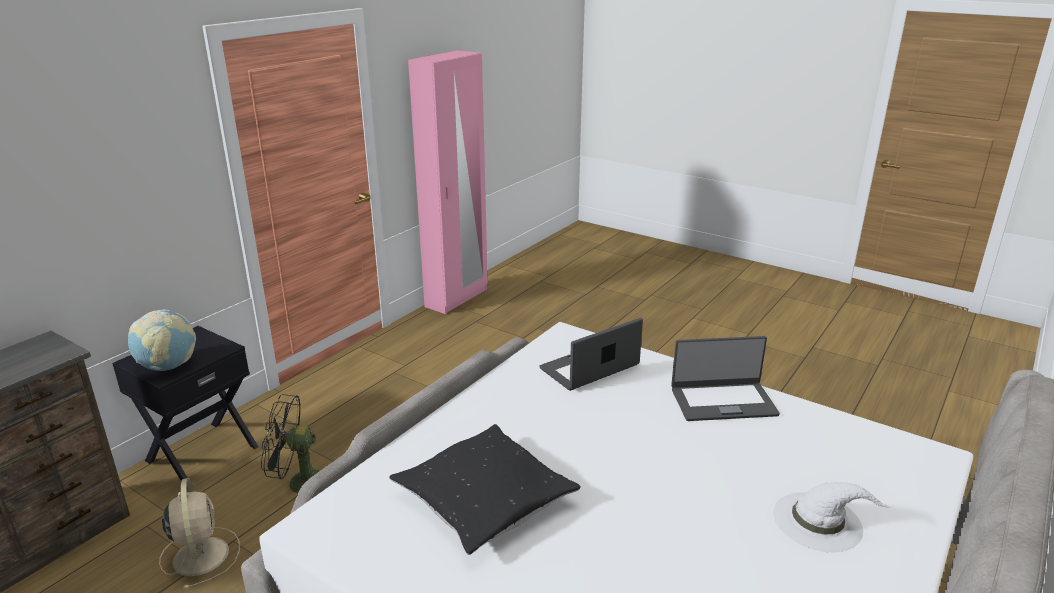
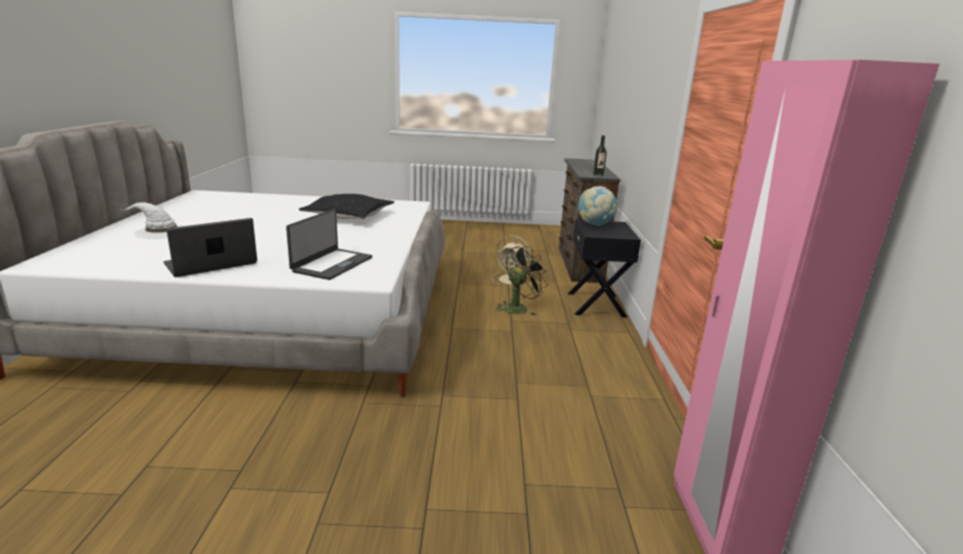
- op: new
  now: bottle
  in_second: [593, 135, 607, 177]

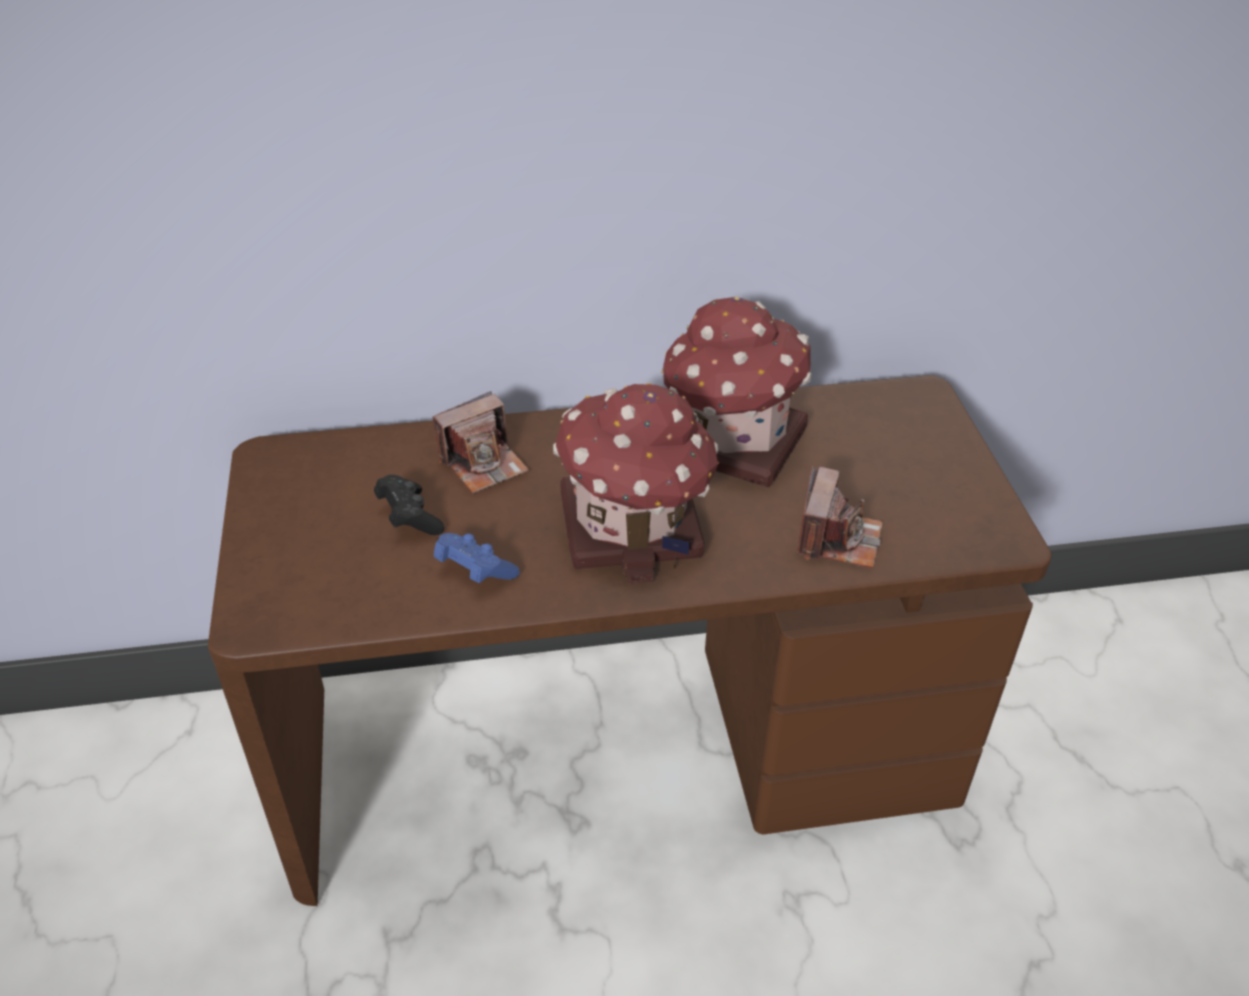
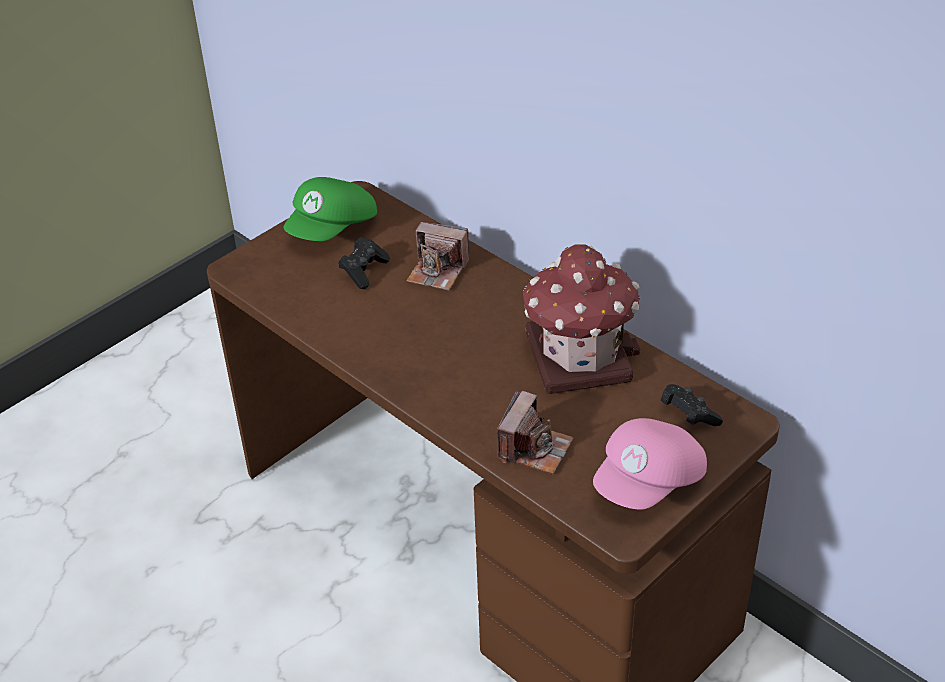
- op: gone
  was: game controller in blue
  in_first: [434, 533, 520, 583]
- op: gone
  was: toy house
  in_first: [553, 383, 719, 584]
- op: new
  now: cap in green
  in_second: [283, 177, 377, 241]
- op: new
  now: cap in pink
  in_second: [593, 418, 707, 510]
- op: new
  now: game controller in black
  in_second: [661, 384, 723, 426]
- op: rotated
  was: photo camera
  in_first: [797, 466, 883, 568]
  in_second: [497, 390, 574, 474]
  clockwise: -45

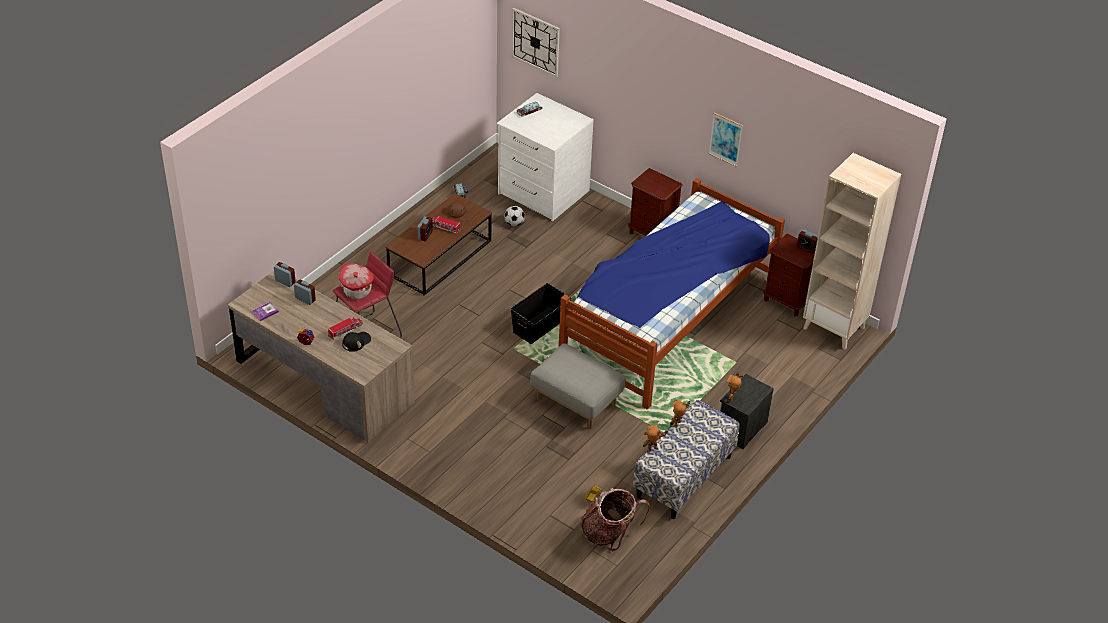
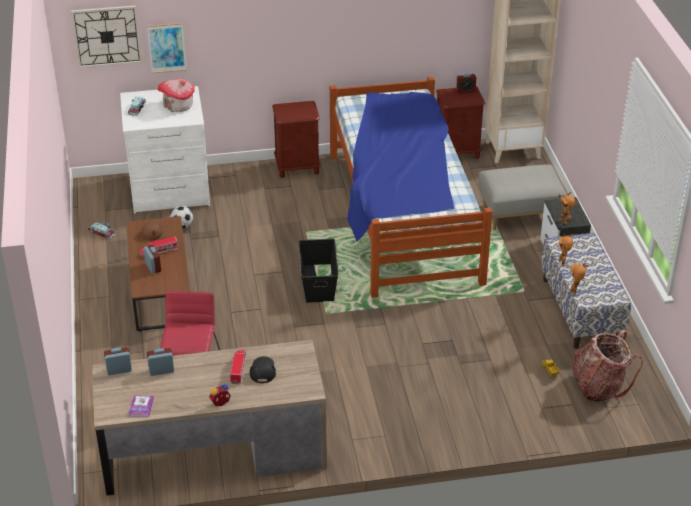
- op: shifted
  was: toy house
  in_first: [338, 263, 374, 299]
  in_second: [157, 78, 194, 112]
- op: shifted
  was: ottoman in grey
  in_first: [530, 343, 625, 429]
  in_second: [478, 164, 566, 230]
- op: shifted
  was: picture
  in_first: [709, 113, 743, 167]
  in_second: [147, 23, 187, 73]

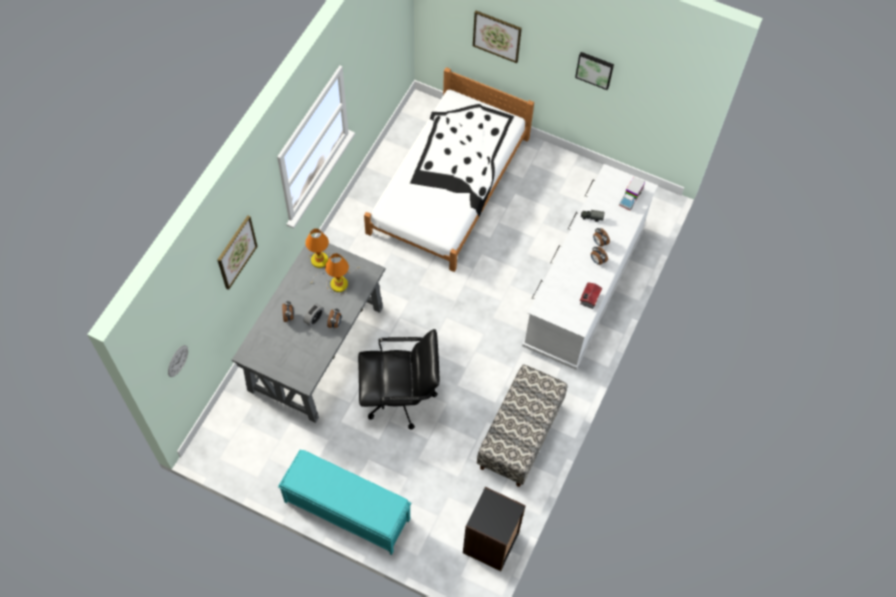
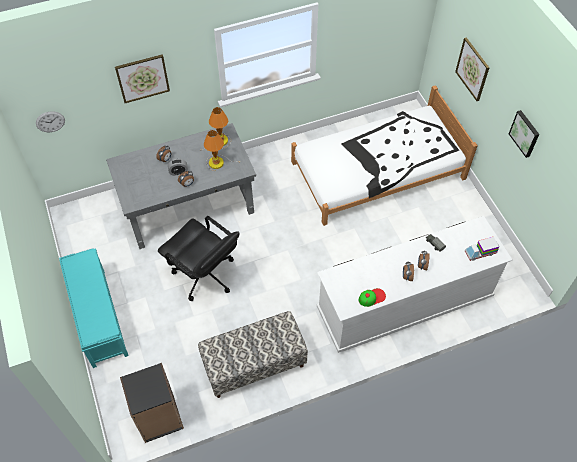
- op: swapped
  was: toy house
  now: cap
  in_first: [580, 282, 602, 309]
  in_second: [359, 288, 386, 307]

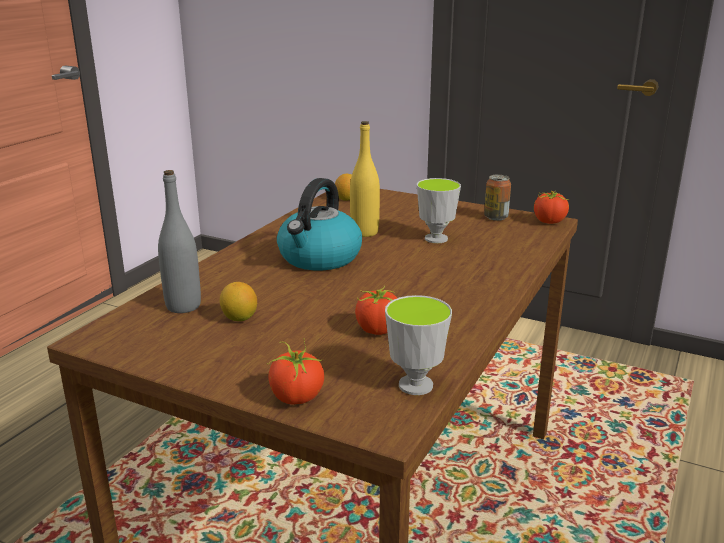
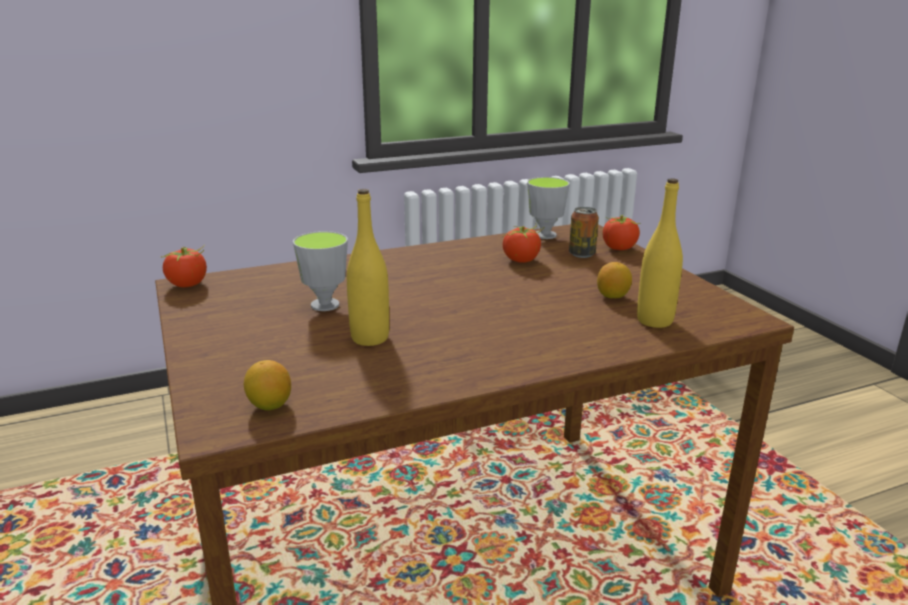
- op: gone
  was: kettle
  in_first: [277, 178, 362, 270]
- op: shifted
  was: can
  in_first: [484, 175, 511, 221]
  in_second: [569, 207, 599, 258]
- op: repainted
  was: bottle in grey
  now: bottle in yellow
  in_first: [158, 170, 201, 313]
  in_second: [637, 178, 683, 328]

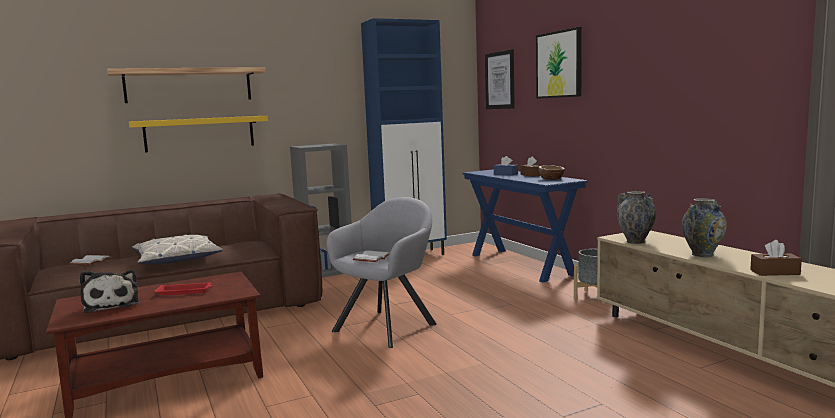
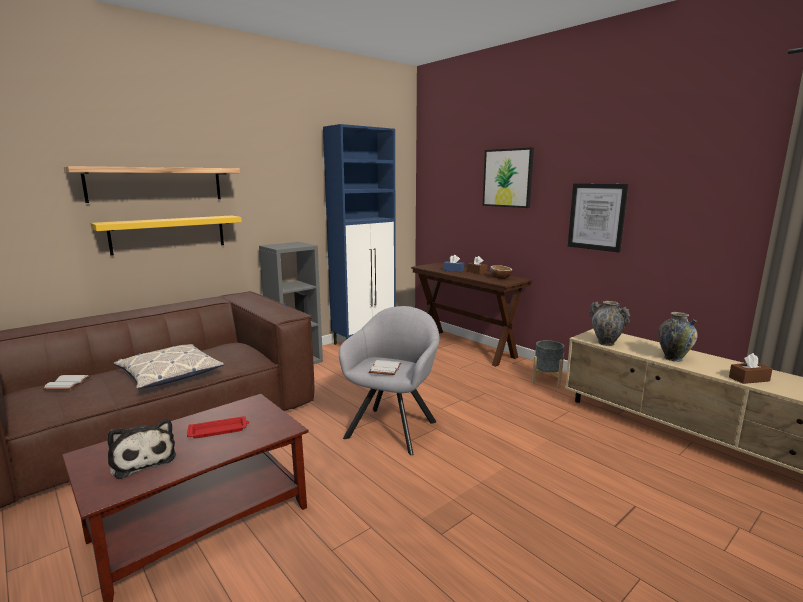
- op: shifted
  was: picture
  in_first: [485, 49, 515, 109]
  in_second: [568, 183, 628, 252]
- op: repainted
  was: console table in blue
  now: console table in brown
  in_first: [463, 169, 588, 283]
  in_second: [411, 263, 533, 367]

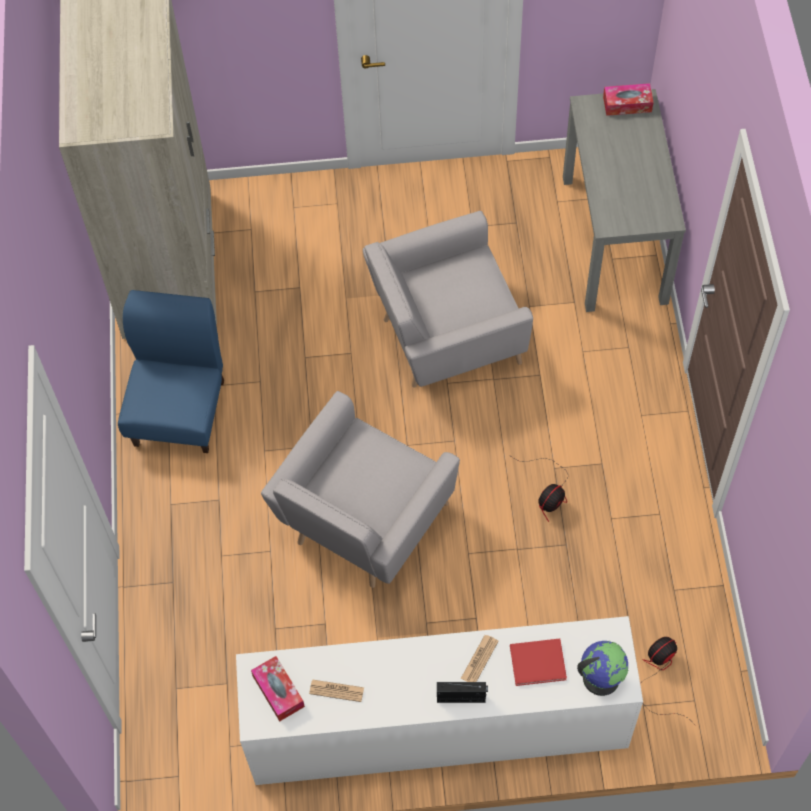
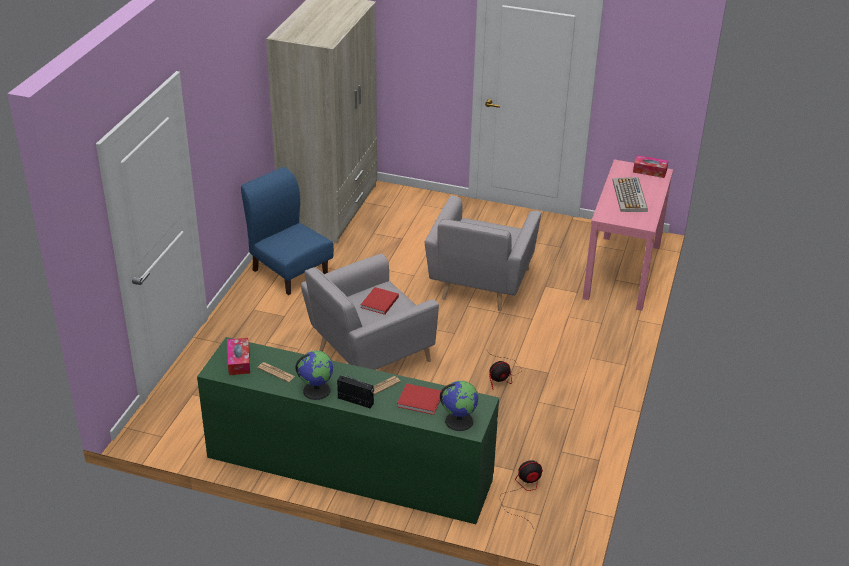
- op: new
  now: globe
  in_second: [295, 350, 333, 400]
- op: new
  now: book in red
  in_second: [361, 287, 399, 315]
- op: new
  now: keyboard
  in_second: [612, 177, 648, 212]
- op: repainted
  was: dresser in white
  now: dresser in green
  in_first: [236, 616, 643, 785]
  in_second: [197, 337, 499, 524]
- op: repainted
  was: console table in grey
  now: console table in pink
  in_first: [563, 89, 686, 312]
  in_second: [583, 160, 673, 311]
- op: rotated
  was: chair in blue
  in_first: [118, 290, 224, 453]
  in_second: [241, 167, 334, 295]
  clockwise: -75
- op: rotated
  was: armchair in grey
  in_first: [363, 211, 533, 388]
  in_second: [424, 196, 542, 311]
  clockwise: -75

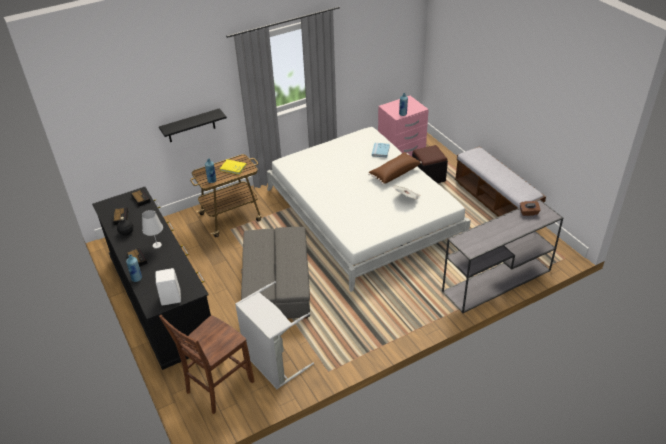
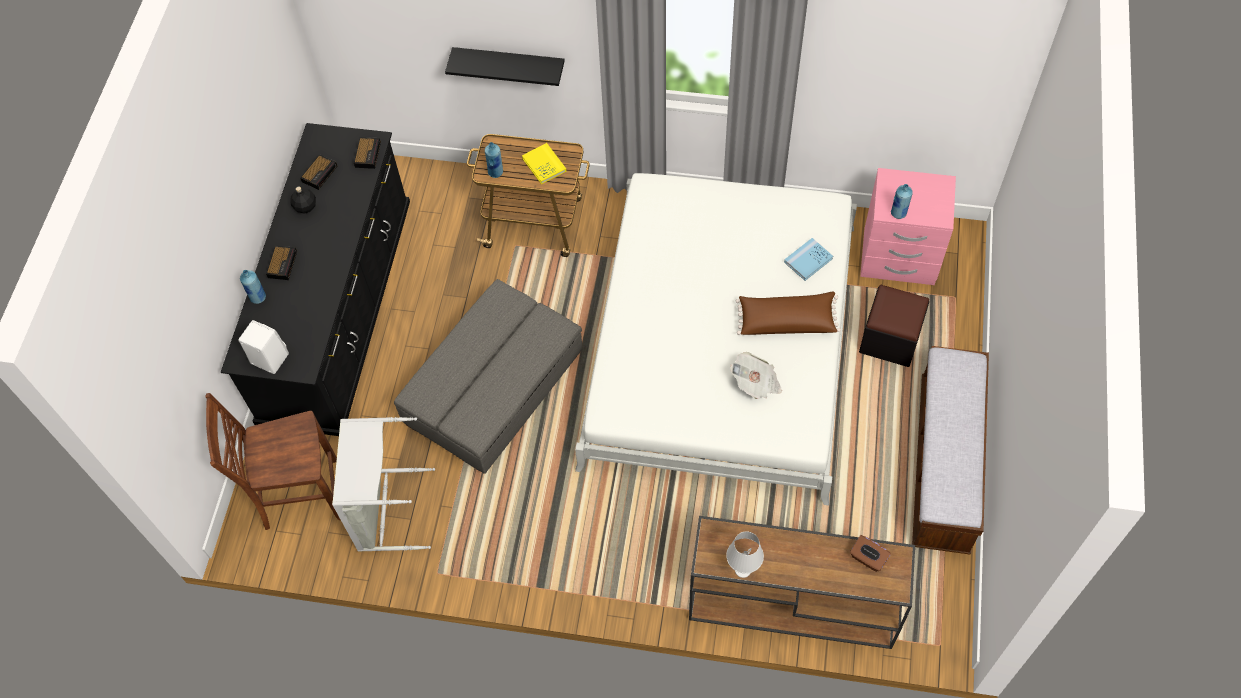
- op: shifted
  was: table lamp in white
  in_first: [142, 210, 163, 249]
  in_second: [726, 531, 764, 578]
- op: repainted
  was: console table in grey
  now: console table in brown
  in_first: [442, 199, 563, 313]
  in_second: [689, 516, 915, 649]

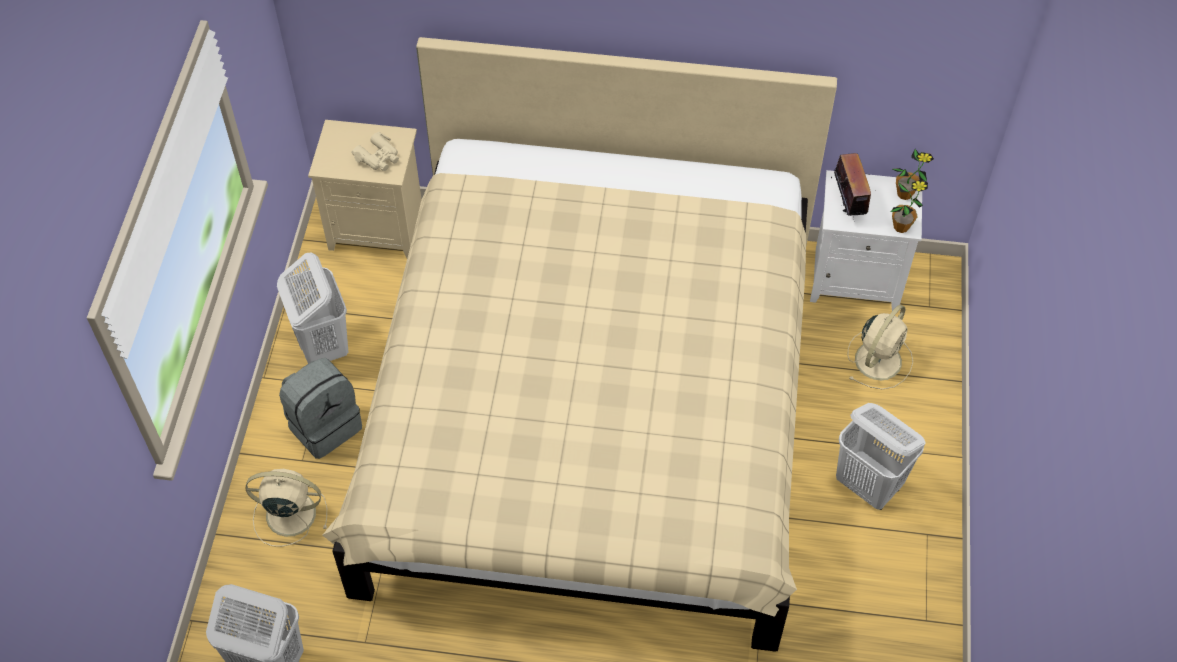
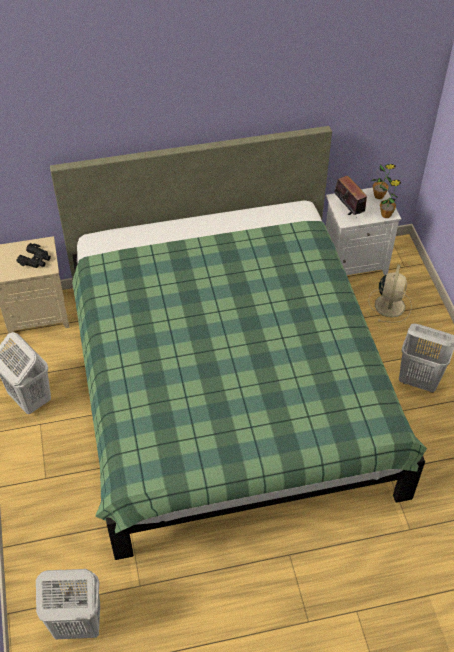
- op: gone
  was: fan in beige
  in_first: [246, 469, 327, 547]
- op: gone
  was: backpack in grey
  in_first: [279, 358, 362, 459]
- op: repainted
  was: bed in beige
  now: bed in green
  in_first: [322, 37, 837, 652]
  in_second: [50, 126, 427, 560]
- op: repainted
  was: binoculars in beige
  now: binoculars in black
  in_first: [351, 132, 399, 171]
  in_second: [16, 243, 51, 268]

